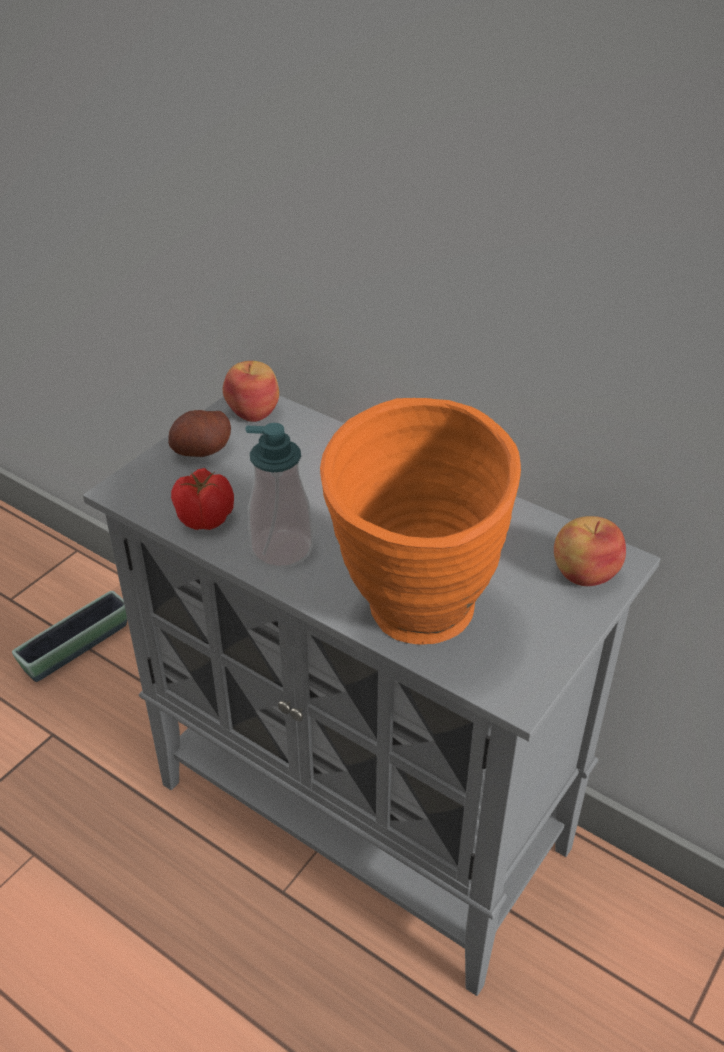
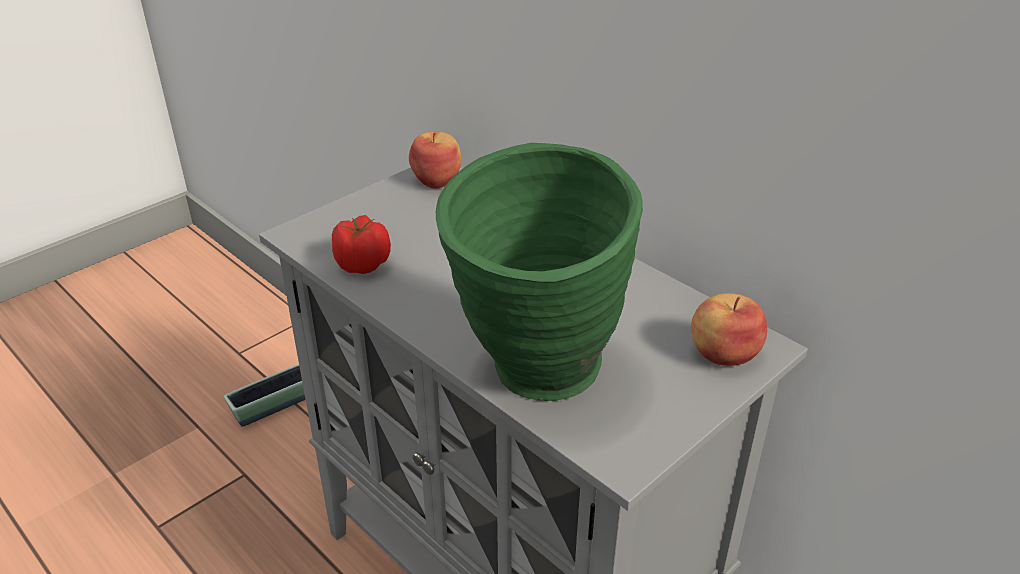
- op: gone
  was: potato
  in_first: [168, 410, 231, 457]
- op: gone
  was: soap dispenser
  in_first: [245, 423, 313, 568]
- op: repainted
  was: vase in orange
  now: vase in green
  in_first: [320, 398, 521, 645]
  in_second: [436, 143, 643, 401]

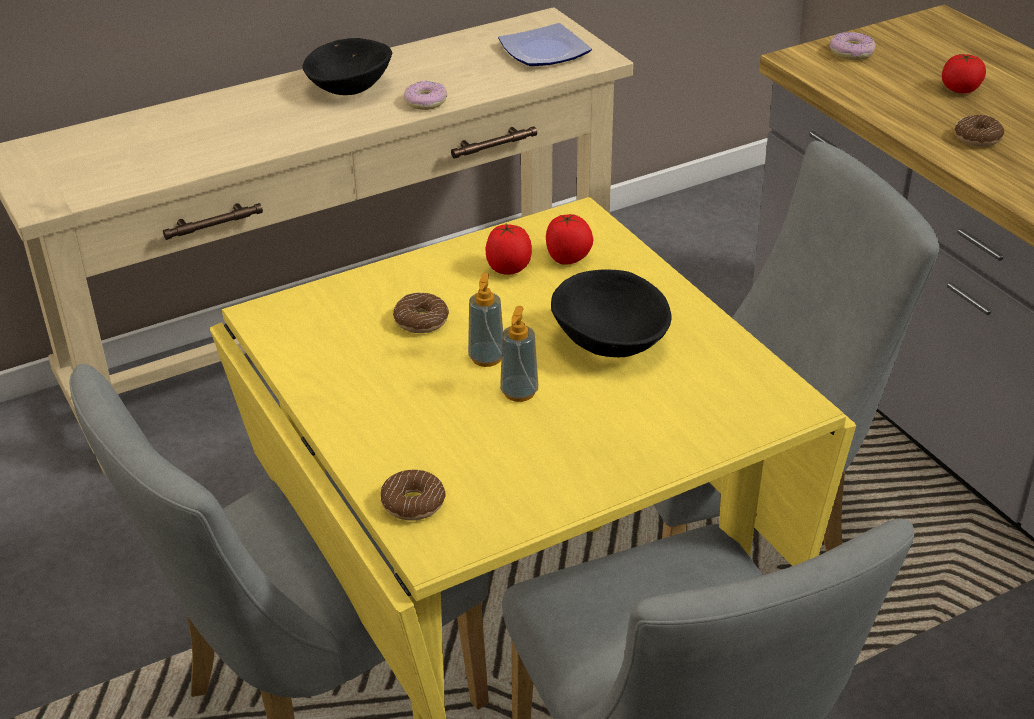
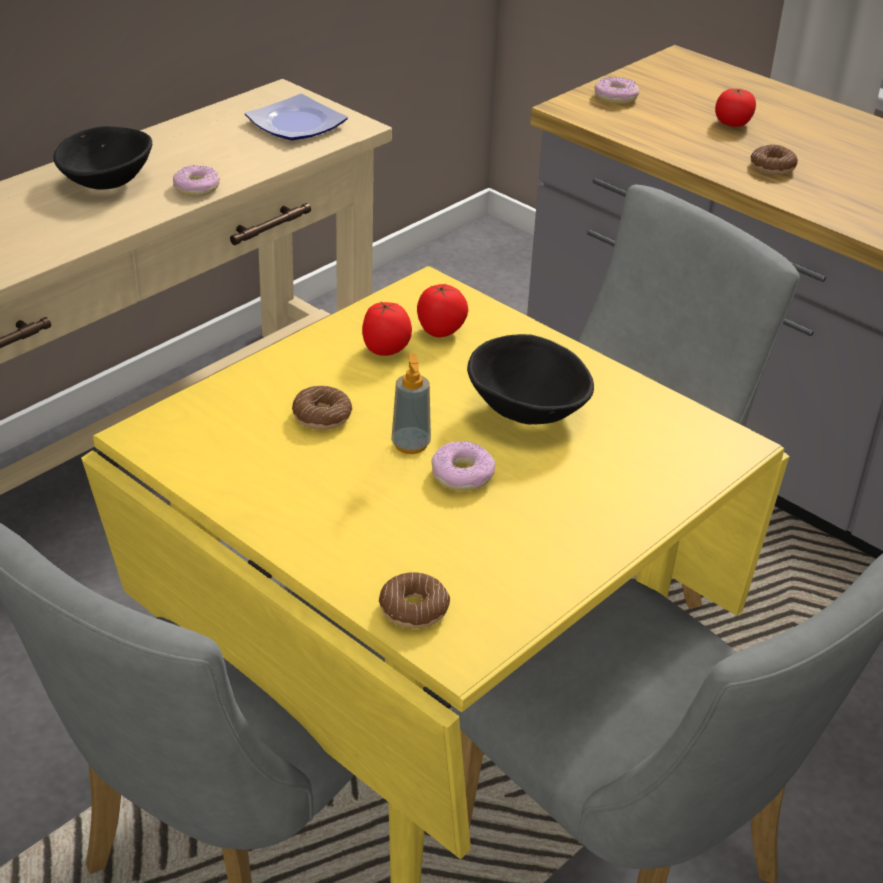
- op: swapped
  was: soap dispenser
  now: donut
  in_first: [500, 306, 538, 402]
  in_second: [431, 441, 495, 491]

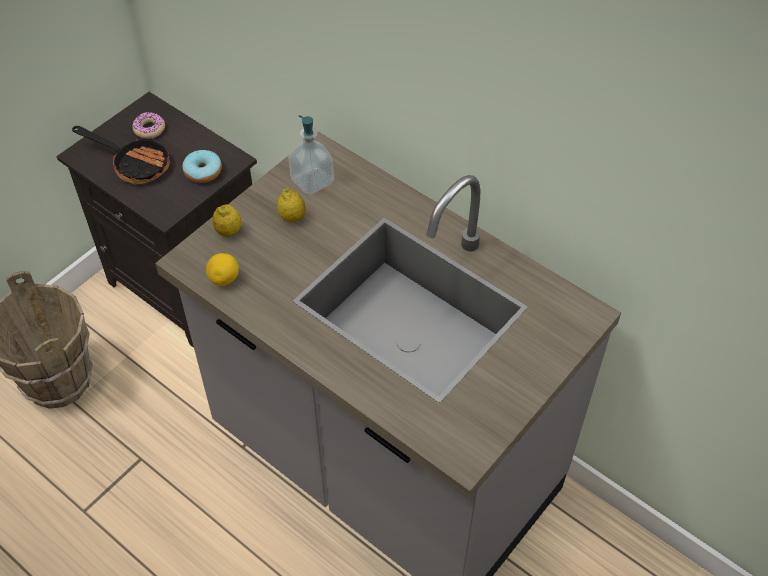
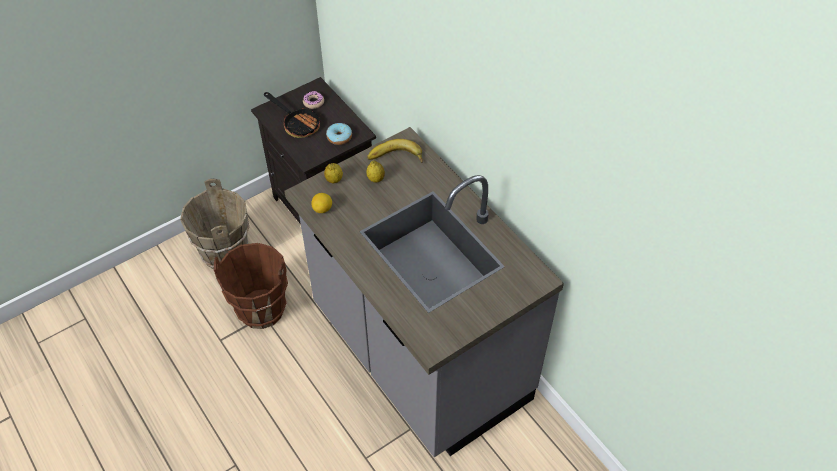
- op: new
  now: bucket in brown
  in_second: [214, 243, 288, 329]
- op: swapped
  was: soap dispenser
  now: banana
  in_first: [288, 115, 334, 195]
  in_second: [367, 139, 423, 163]

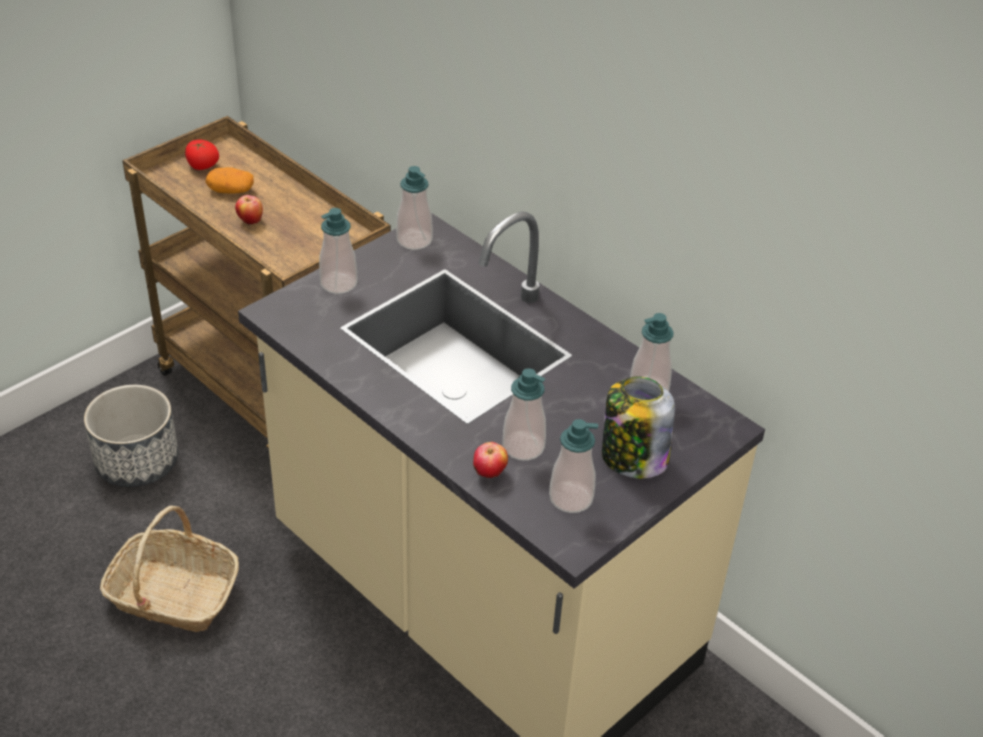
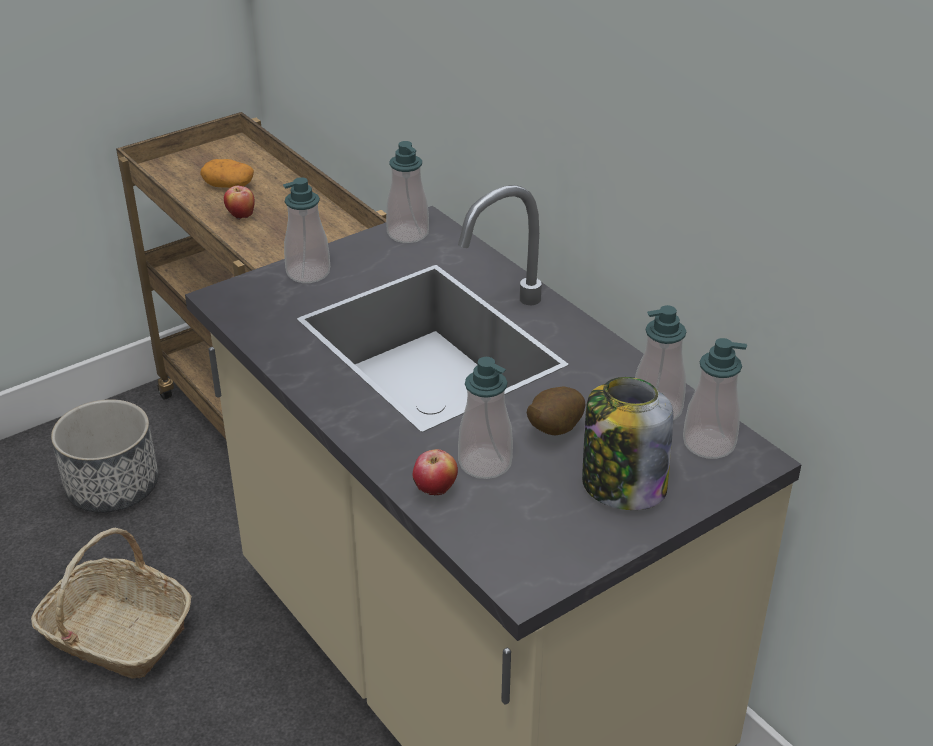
- op: gone
  was: tomato
  in_first: [185, 140, 219, 170]
- op: new
  now: potato
  in_second: [527, 386, 585, 435]
- op: shifted
  was: soap dispenser
  in_first: [549, 419, 599, 513]
  in_second: [683, 338, 747, 459]

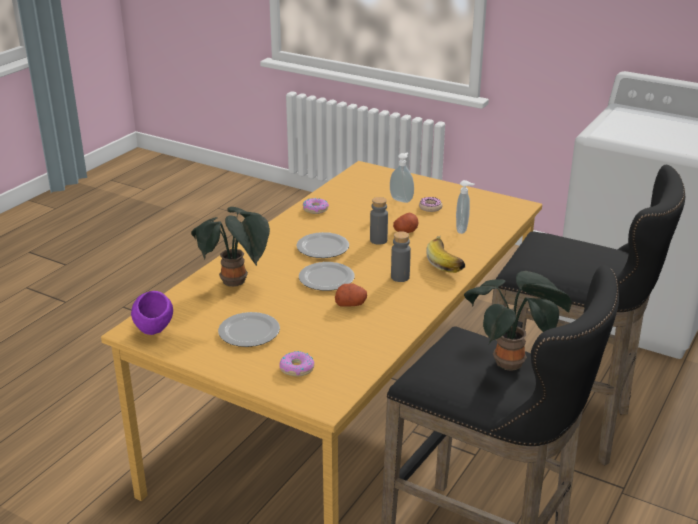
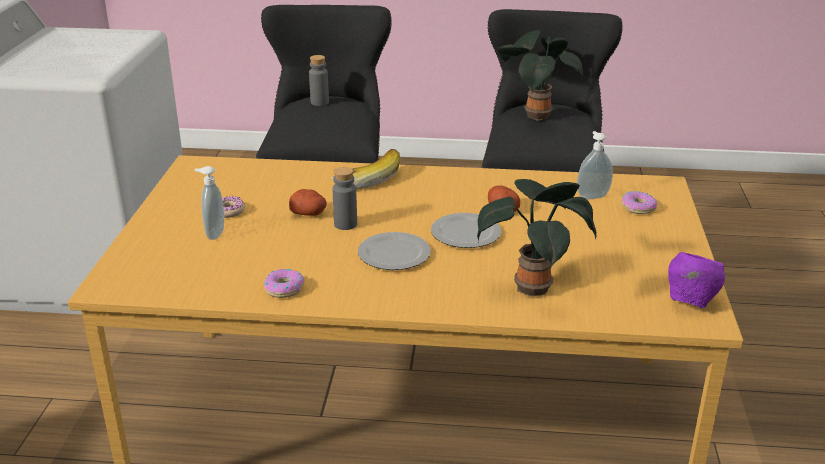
- op: gone
  was: plate
  in_first: [218, 312, 280, 347]
- op: shifted
  was: bottle in grey
  in_first: [391, 231, 411, 282]
  in_second: [309, 55, 329, 106]
- op: shifted
  was: soap dispenser
  in_first: [456, 180, 475, 234]
  in_second: [577, 131, 613, 199]

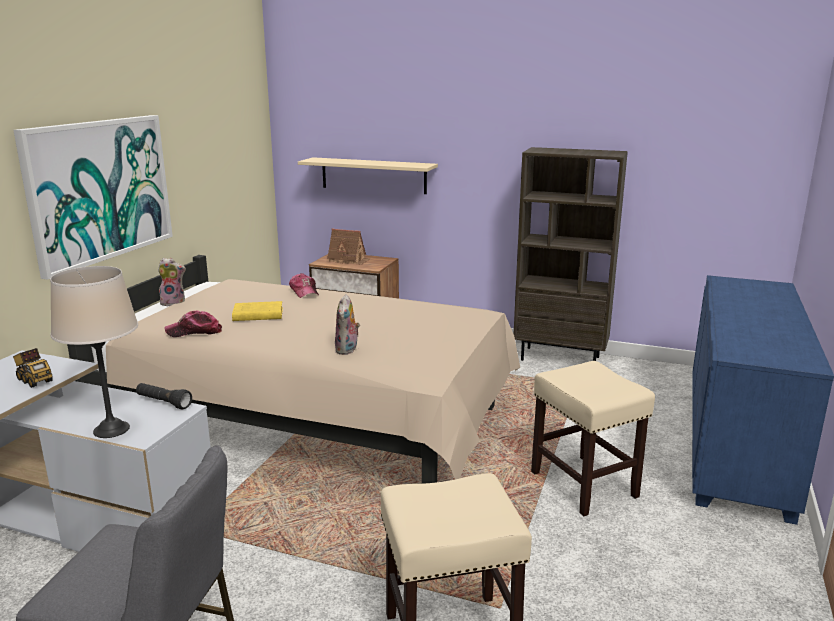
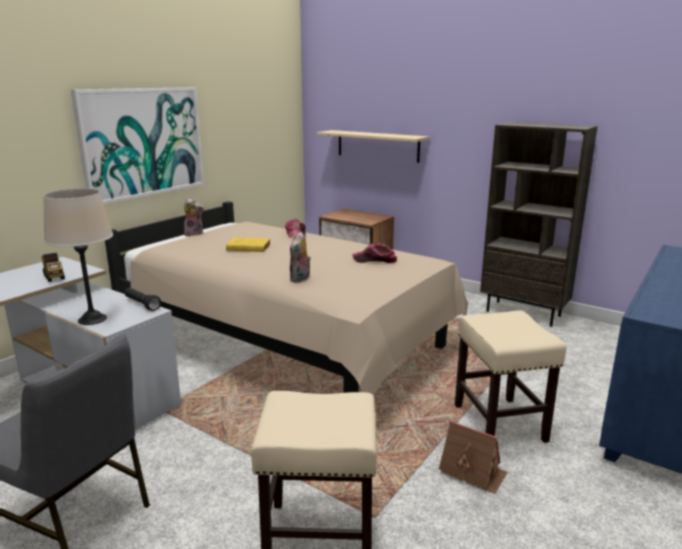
- op: shifted
  was: cap
  in_first: [164, 311, 222, 337]
  in_second: [352, 243, 397, 263]
- op: shifted
  was: toy house
  in_first: [327, 228, 371, 265]
  in_second: [439, 420, 508, 494]

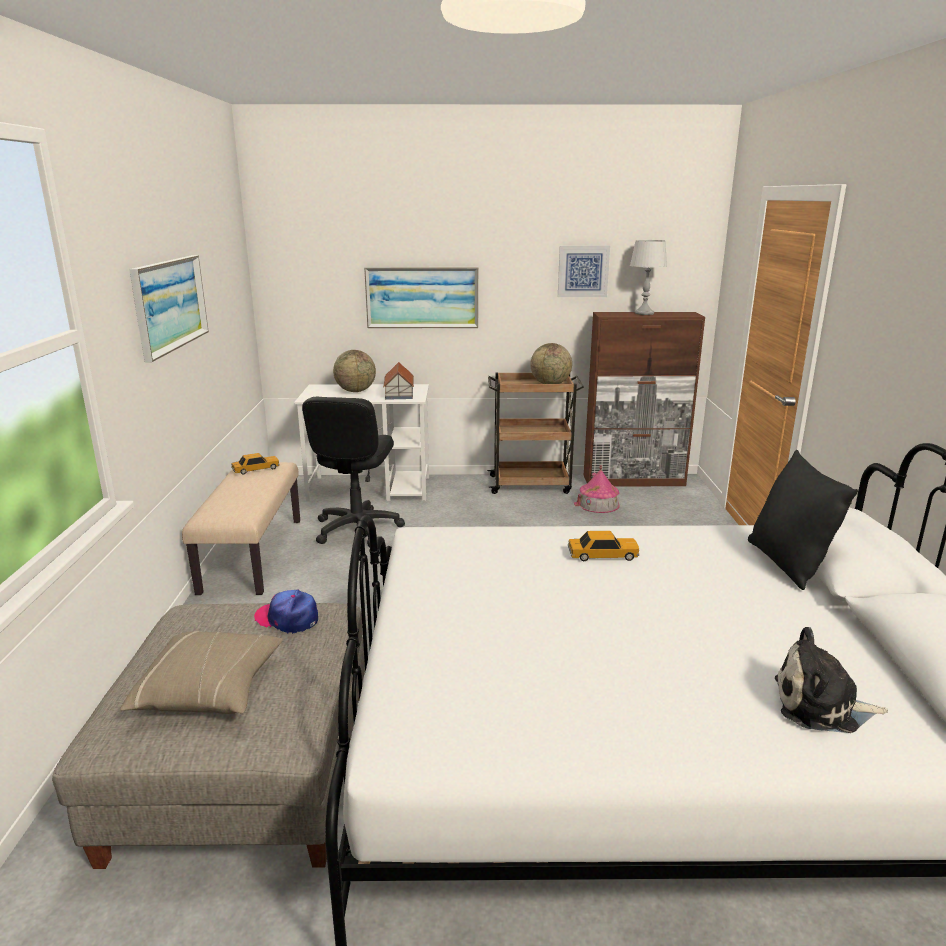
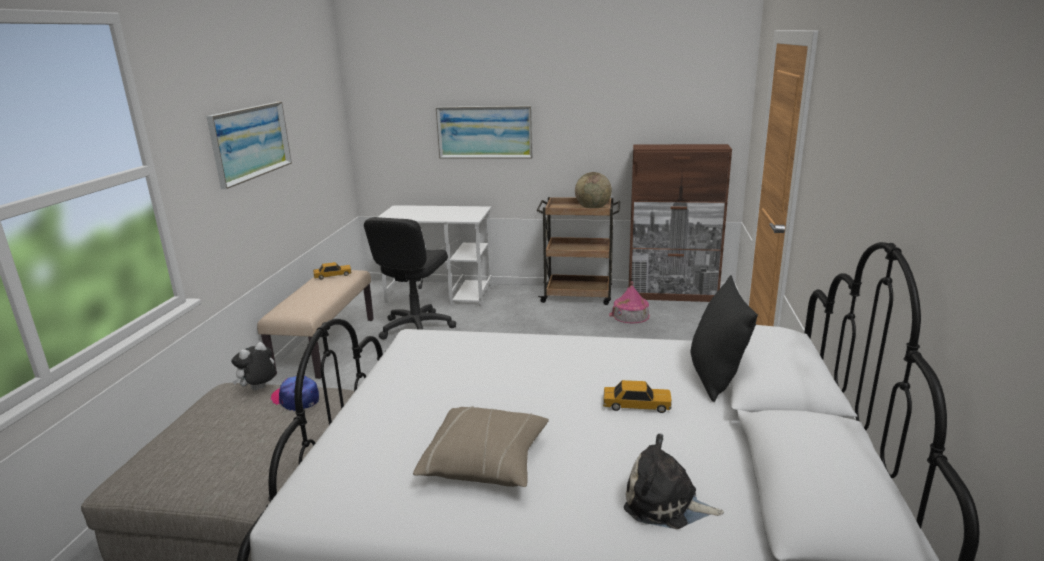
- op: gone
  was: globe
  in_first: [333, 350, 376, 392]
- op: gone
  was: toy house
  in_first: [383, 362, 414, 400]
- op: gone
  was: picture
  in_first: [558, 246, 610, 297]
- op: gone
  was: table lamp in grey
  in_first: [630, 240, 667, 315]
- op: new
  now: plush toy
  in_second: [231, 342, 276, 390]
- op: shifted
  was: pillow in beige
  in_first: [120, 631, 283, 714]
  in_second: [413, 406, 549, 487]
- op: shifted
  was: toy car
  in_first: [568, 531, 639, 561]
  in_second: [603, 380, 672, 413]

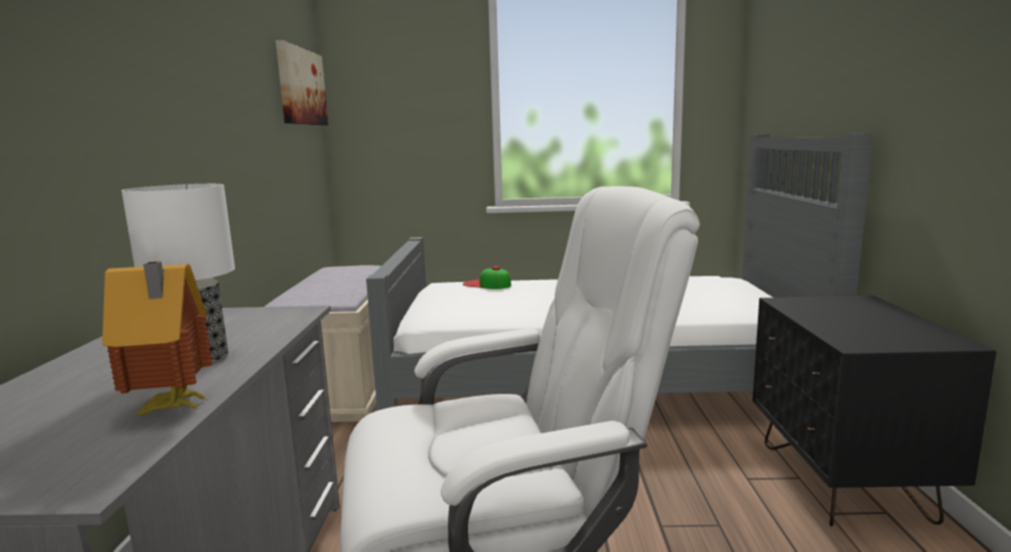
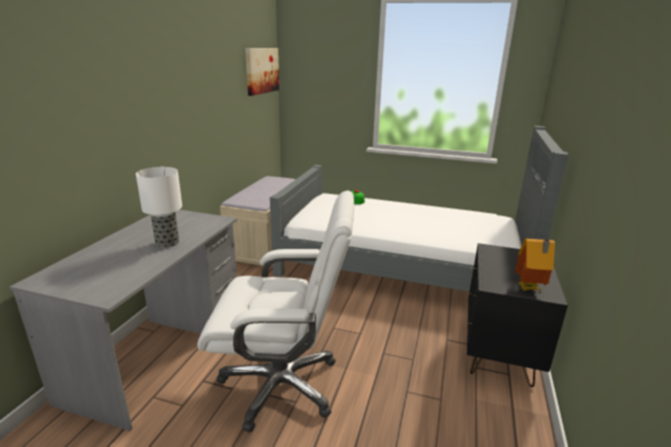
- op: shifted
  was: toy house
  in_first: [102, 261, 212, 415]
  in_second: [515, 238, 555, 291]

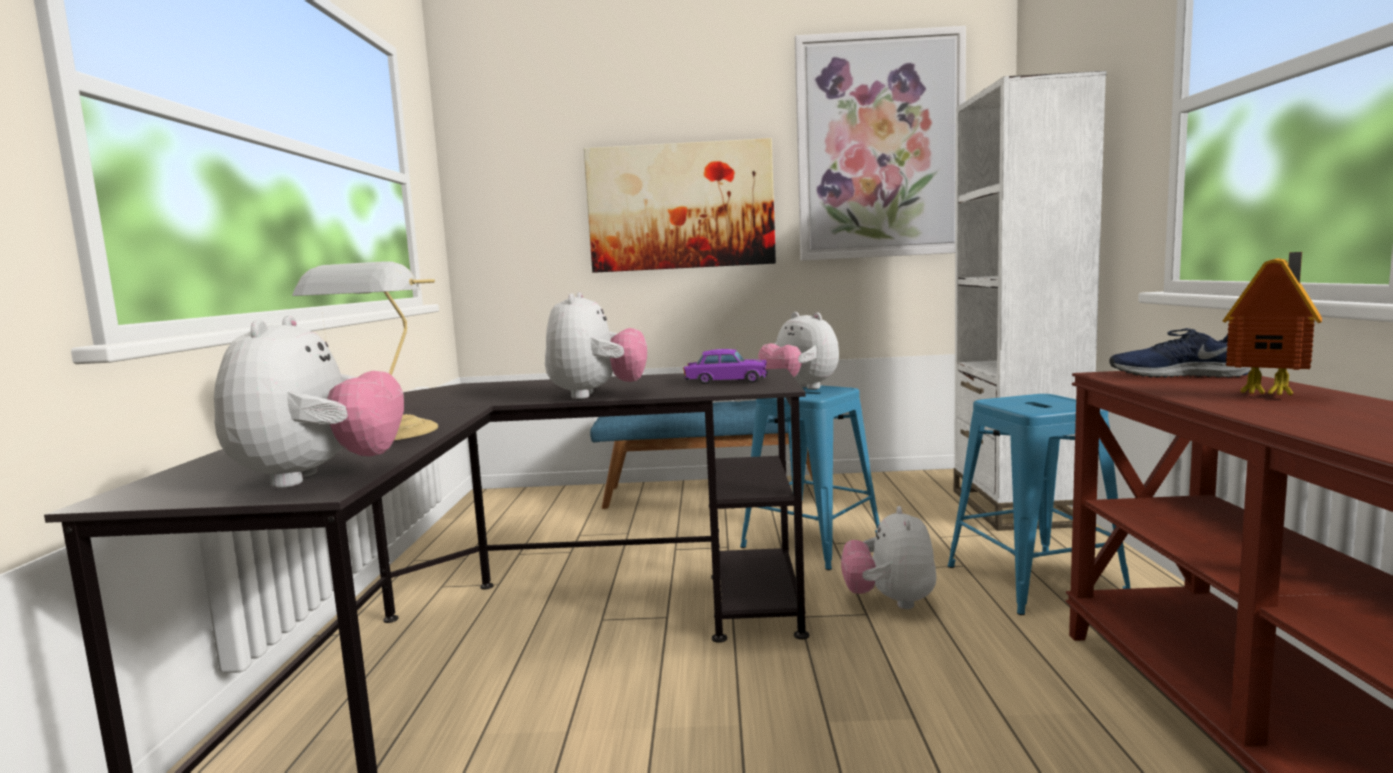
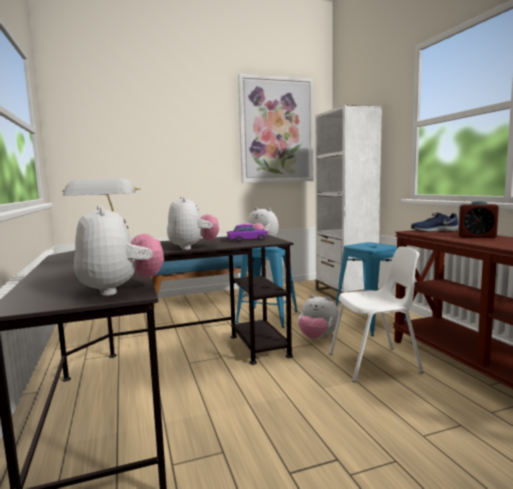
- op: gone
  was: picture
  in_first: [584, 138, 776, 273]
- op: new
  now: chair in white
  in_second: [329, 247, 423, 383]
- op: swapped
  was: toy house
  now: alarm clock
  in_first: [1222, 252, 1322, 395]
  in_second: [458, 201, 499, 238]
- op: rotated
  was: plush toy
  in_first: [841, 506, 937, 609]
  in_second: [298, 295, 339, 339]
  clockwise: -45

